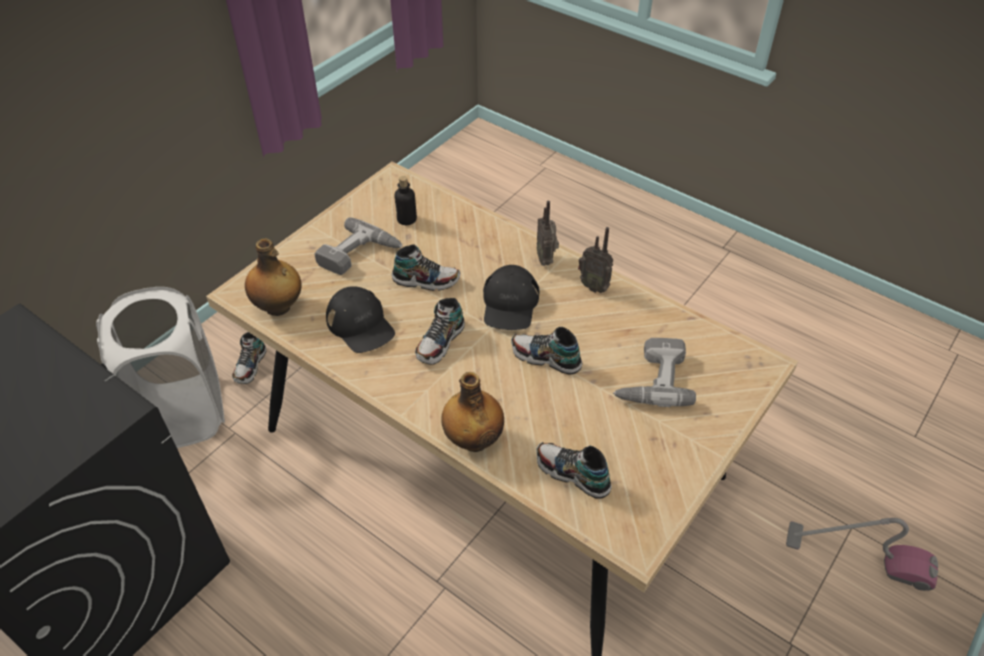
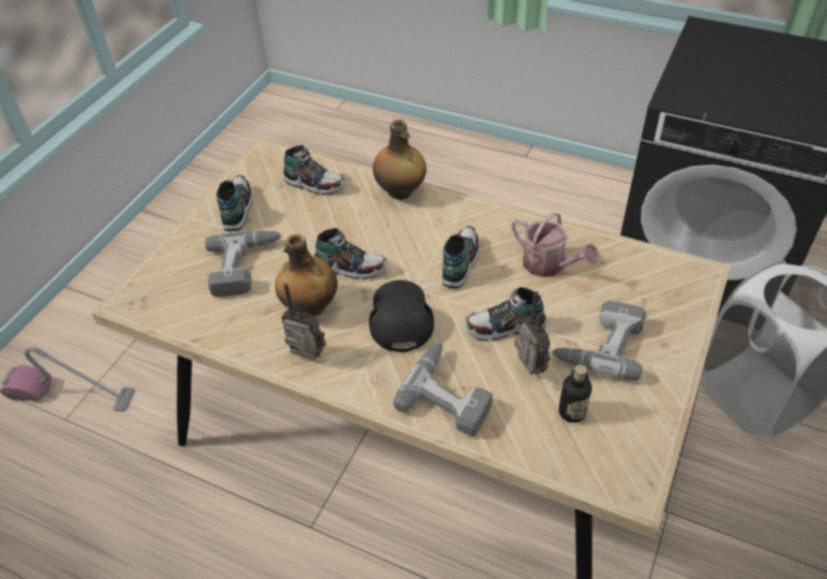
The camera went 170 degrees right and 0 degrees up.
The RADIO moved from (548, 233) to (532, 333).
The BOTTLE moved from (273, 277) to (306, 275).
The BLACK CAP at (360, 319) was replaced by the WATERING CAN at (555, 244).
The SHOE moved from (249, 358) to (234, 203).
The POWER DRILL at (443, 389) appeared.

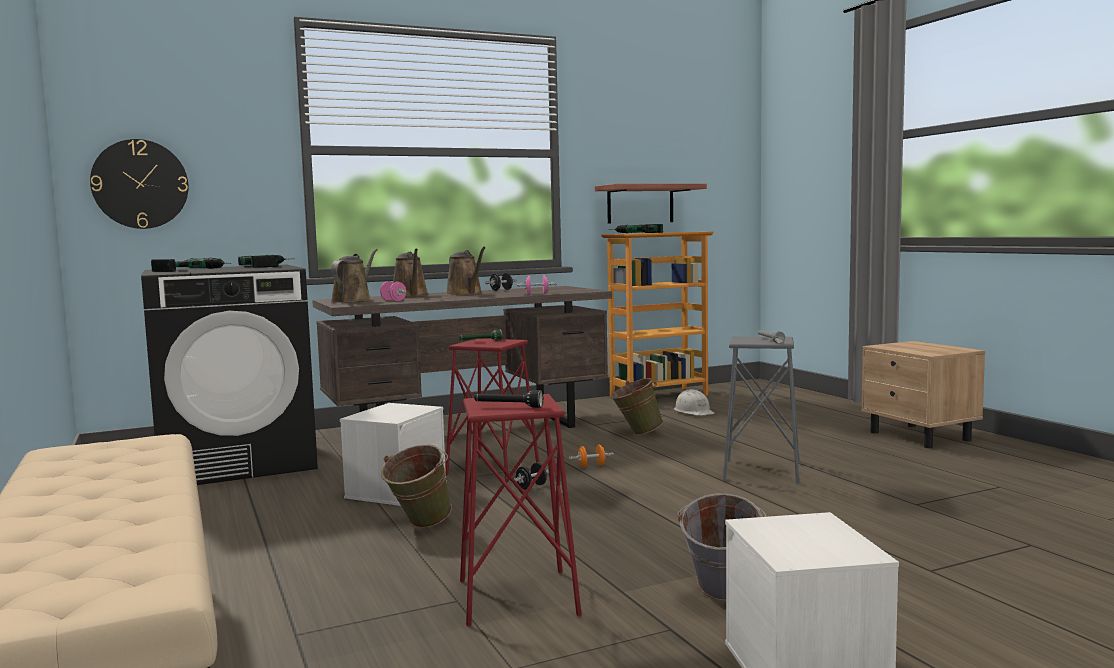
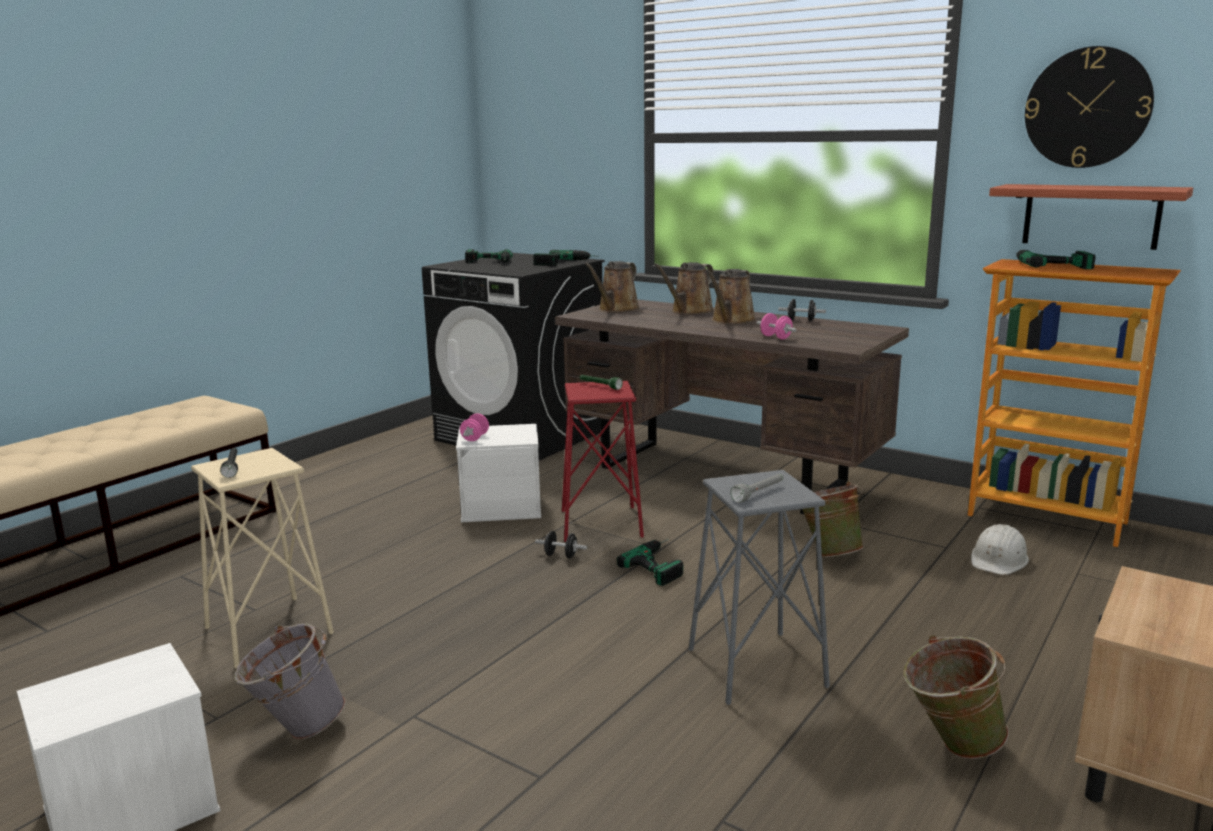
The camera went 60 degrees right and 10 degrees up.
The WALL CLOCK moved from (139, 184) to (1089, 107).
The BROWN WATERING CAN at (354, 276) turned 135 degrees clockwise.
The PINK DUMBBELL moved from (393, 291) to (474, 427).
The RED STOOL at (521, 510) became the BEIGE STOOL at (262, 558).
The GREEN BUCKET moved from (416, 486) to (956, 697).
The ORANGE DUMBBELL at (591, 456) was replaced by the POWER DRILL at (650, 562).

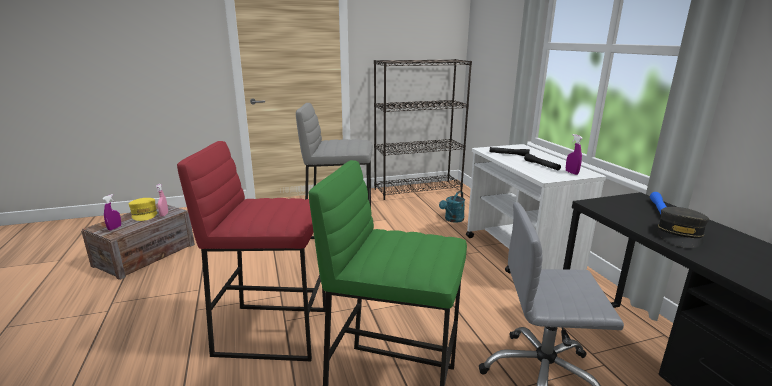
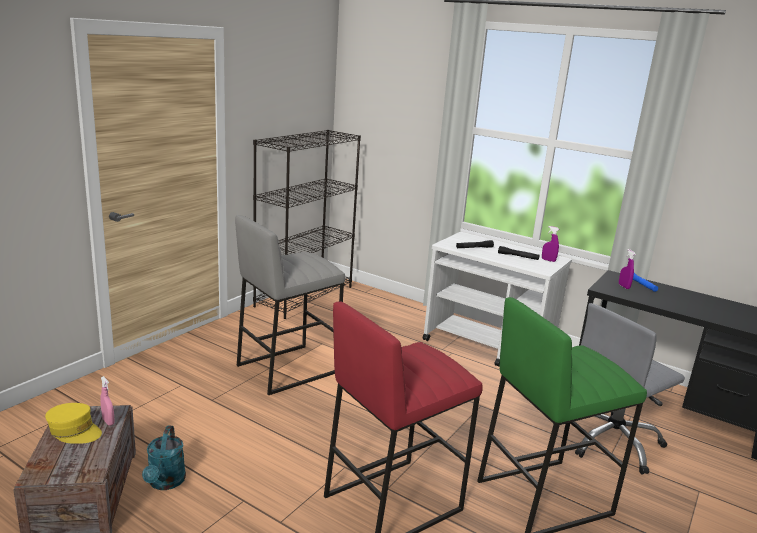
The camera went 40 degrees left and 0 degrees up.
The TURQUOISE WATERING CAN moved from (452, 207) to (164, 458).
The PURPLE SPRAY BOTTLE moved from (112, 212) to (627, 269).
The GREY CAP at (683, 227) disappeared.

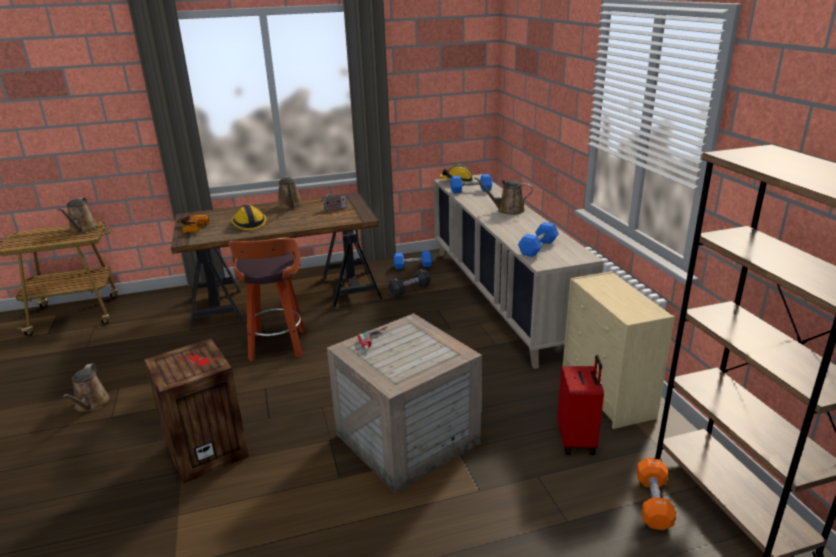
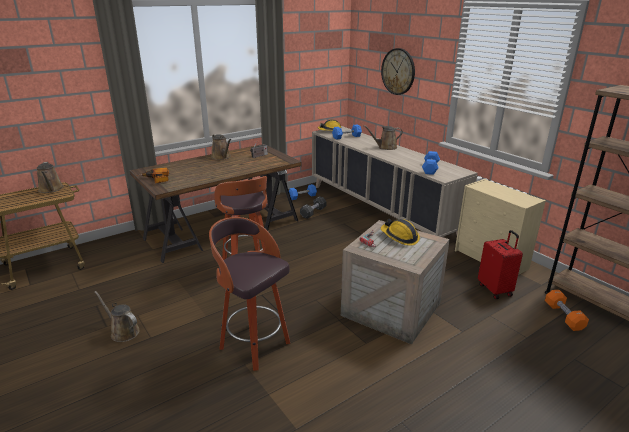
The camera went 20 degrees left and 0 degrees up.
The HARD HAT moved from (248, 217) to (400, 232).
The CRATE at (196, 411) was replaced by the STOOL at (249, 294).
The BROWN WATERING CAN at (86, 387) turned 150 degrees clockwise.
The WALL CLOCK at (398, 71) appeared.

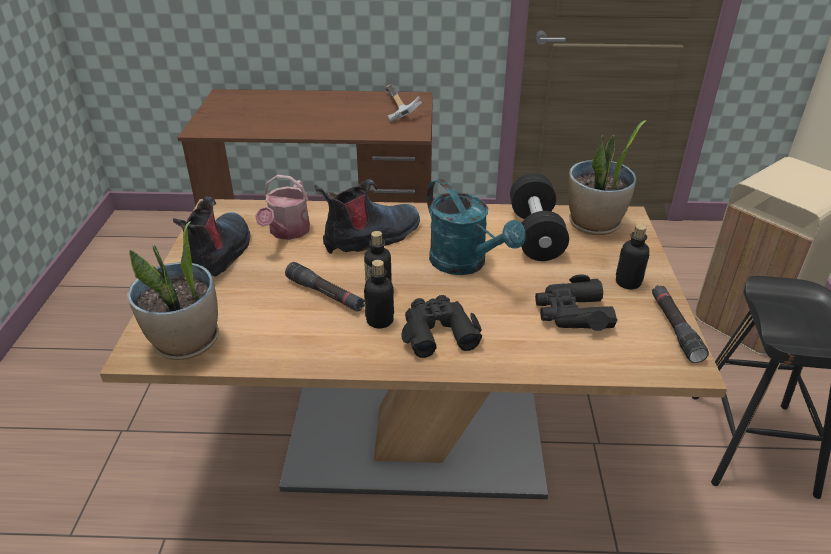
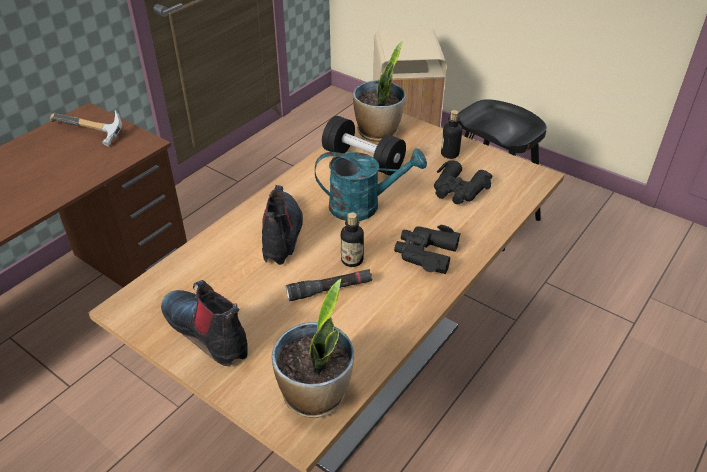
The camera went 55 degrees left and 5 degrees up.
The WATERING CAN at (282, 207) disappeared.
The BOTTLE at (379, 294) disappeared.
The BLACK FLASHLIGHT at (680, 324) disappeared.

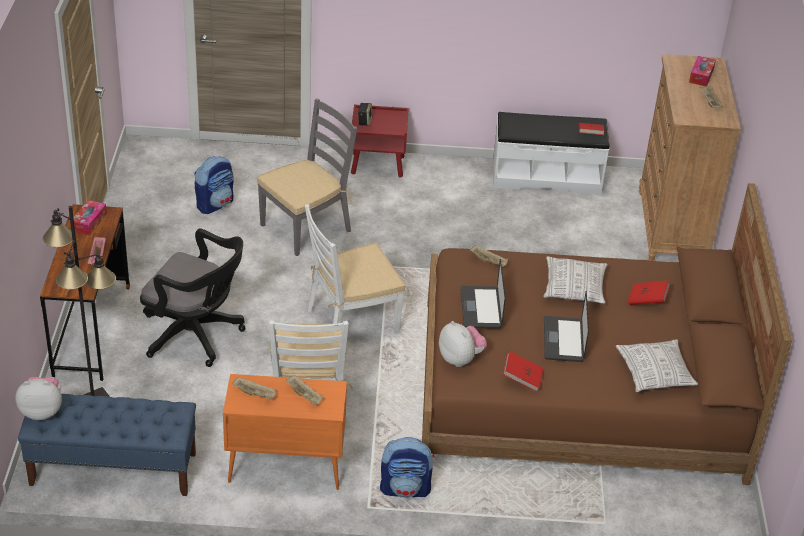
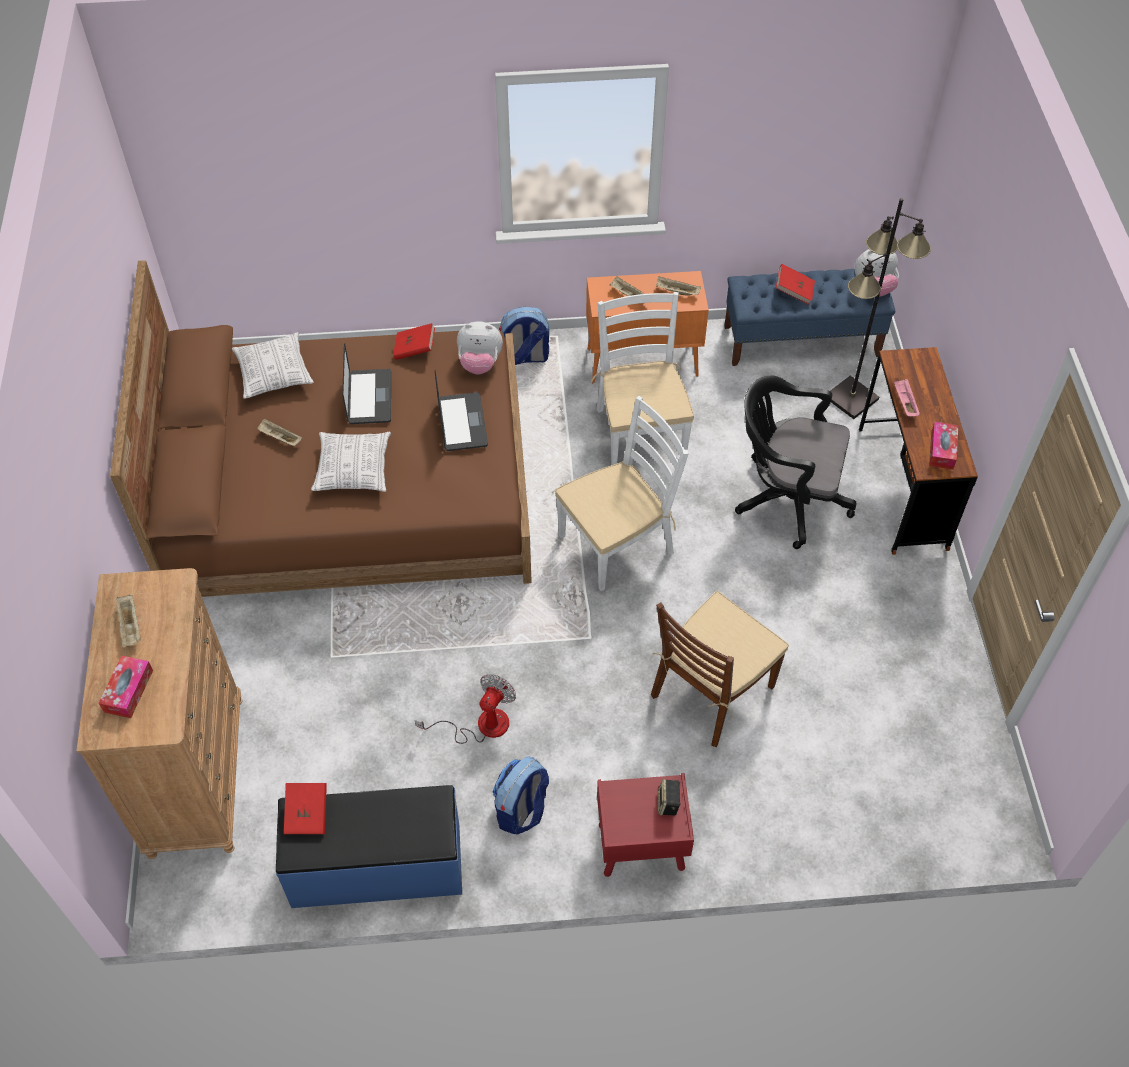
The camera went 175 degrees right and 15 degrees up.
The GREY CHAIR at (307, 177) became the BROWN CHAIR at (720, 669).
The WHITE BENCH at (551, 153) became the BLUE BENCH at (369, 846).
The BACKPACK moved from (214, 185) to (521, 795).
The BEIGE TRAY moved from (489, 256) to (279, 432).
The RED BOOK moved from (649, 292) to (795, 284).
The PLUSH TOY at (463, 344) turned 45 degrees counterclockwise.
The FAN at (465, 709) appeared.

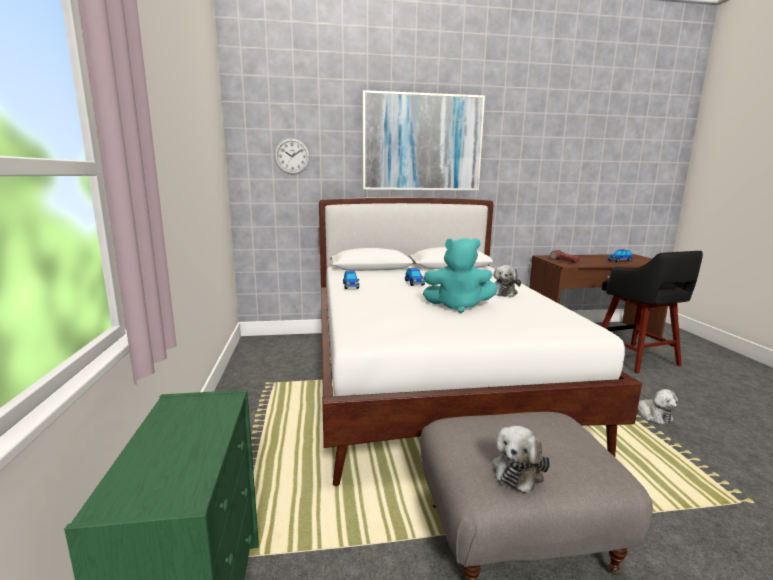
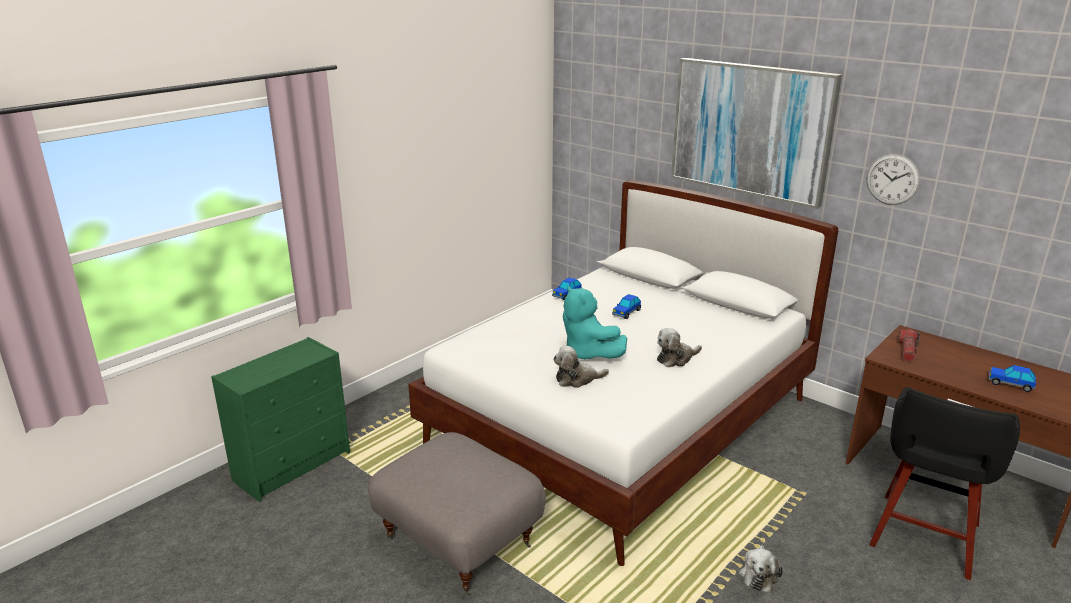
The camera went 50 degrees right and 10 degrees up.
The WALL CLOCK moved from (292, 156) to (893, 179).
The PLUSH TOY moved from (520, 459) to (581, 367).

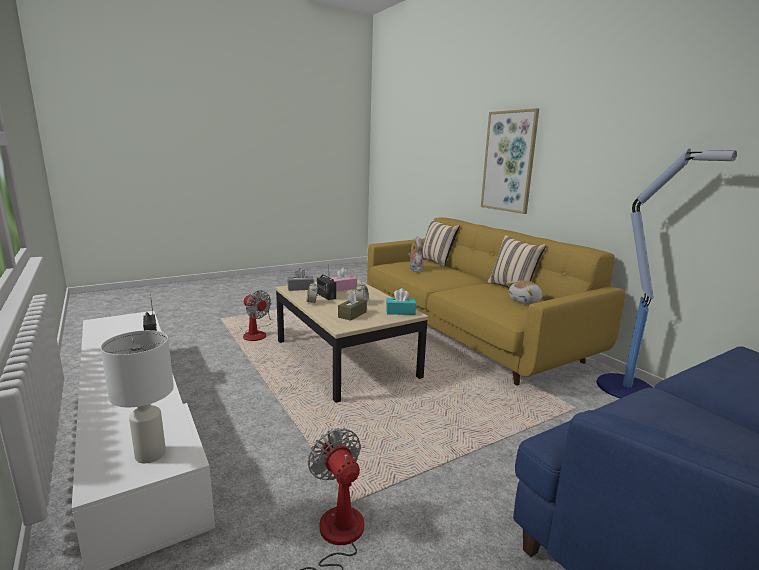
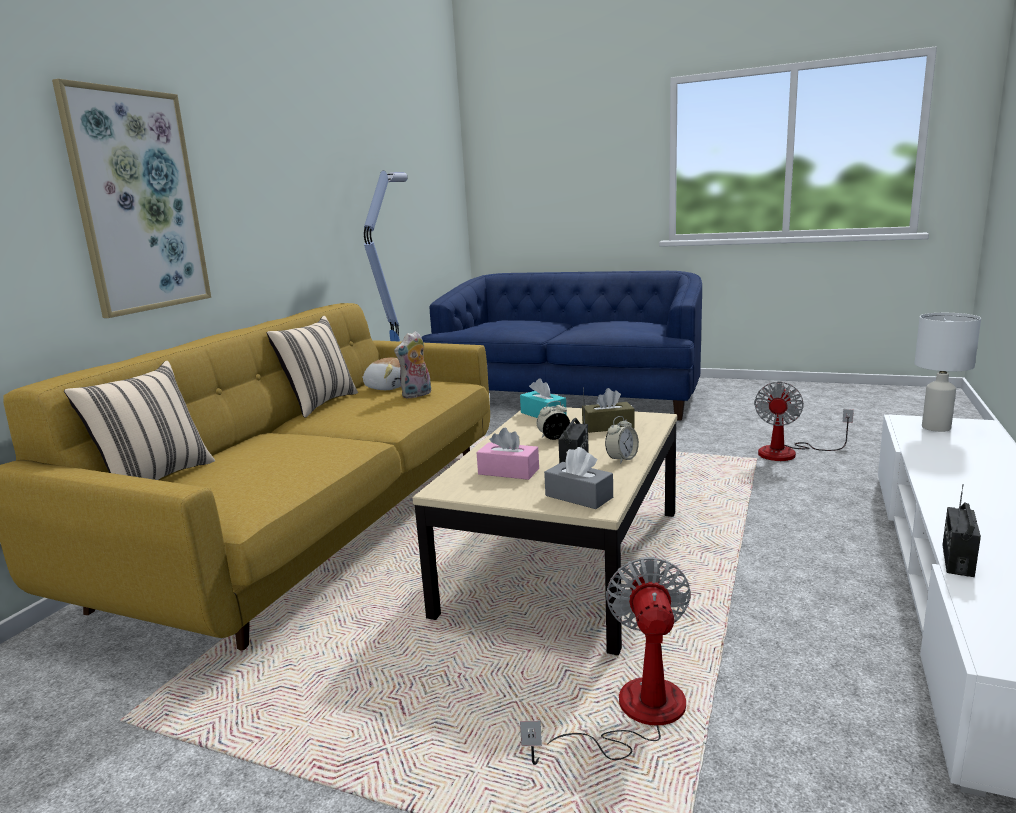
The camera went 125 degrees left and 0 degrees up.
The PLUSH TOY moved from (415, 254) to (412, 365).

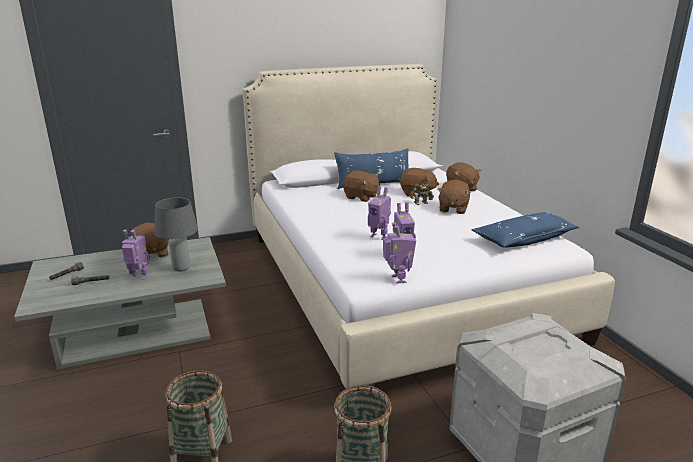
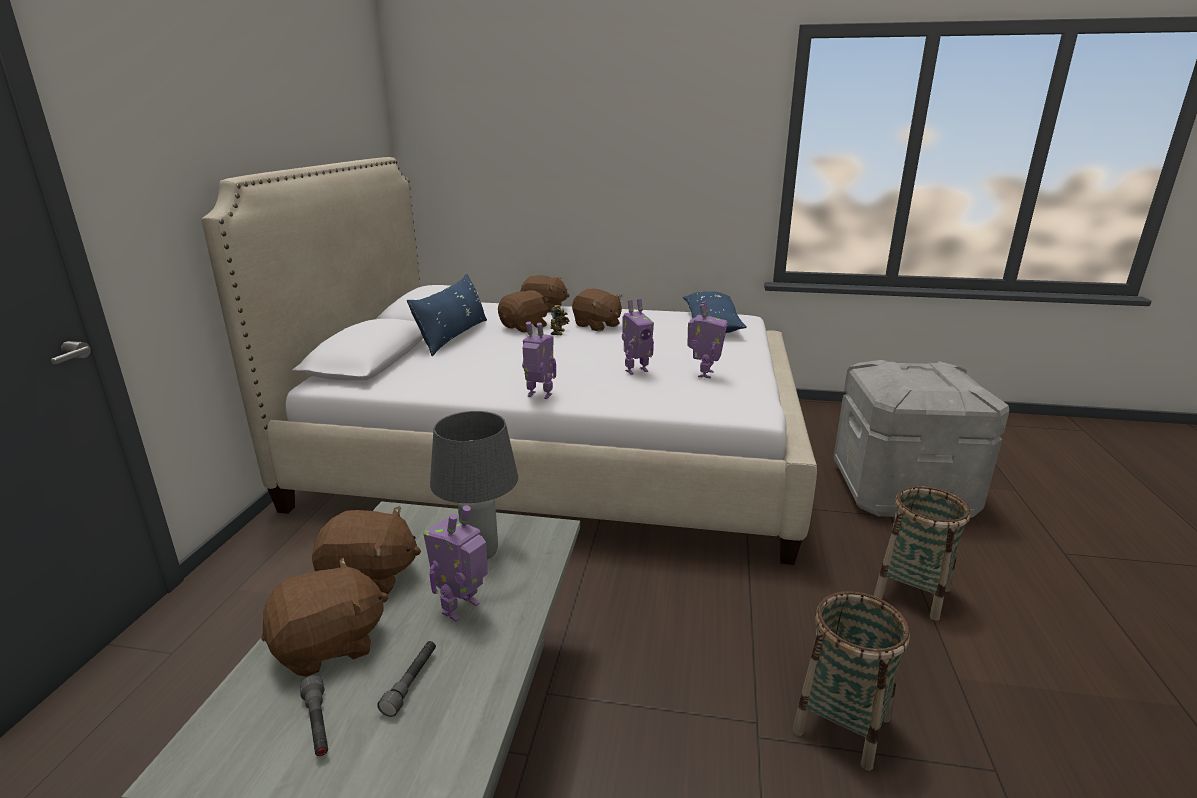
The camera went 60 degrees left and 0 degrees up.
The BROWN PLUSH TOY moved from (361, 186) to (325, 617).
The TOY ROBOT moved from (399, 253) to (539, 360).

